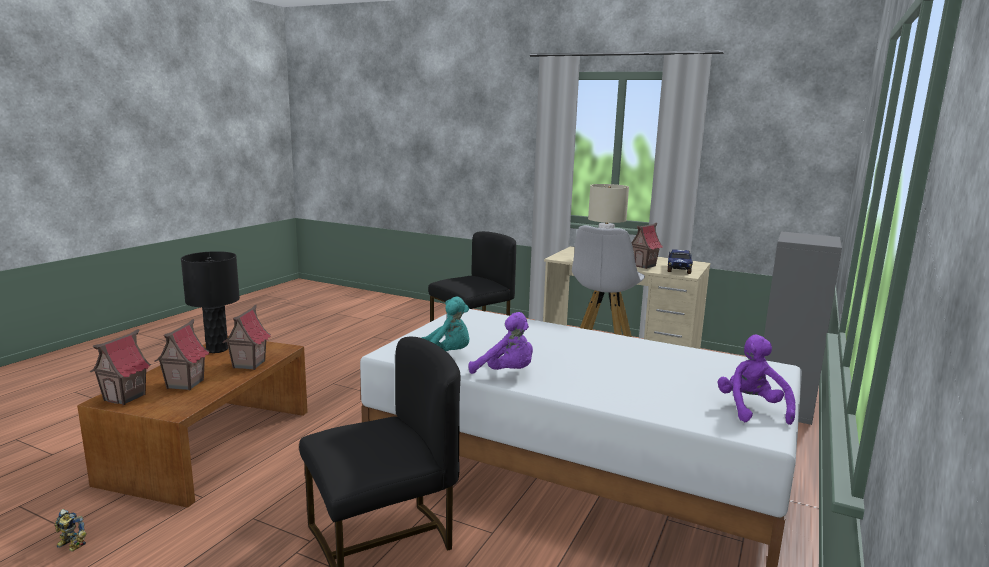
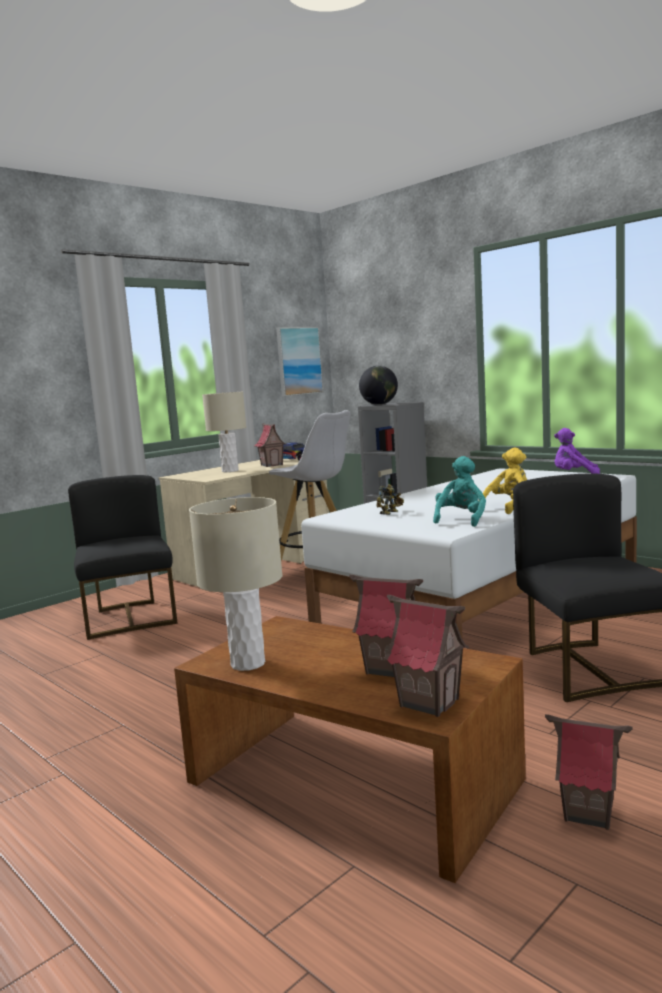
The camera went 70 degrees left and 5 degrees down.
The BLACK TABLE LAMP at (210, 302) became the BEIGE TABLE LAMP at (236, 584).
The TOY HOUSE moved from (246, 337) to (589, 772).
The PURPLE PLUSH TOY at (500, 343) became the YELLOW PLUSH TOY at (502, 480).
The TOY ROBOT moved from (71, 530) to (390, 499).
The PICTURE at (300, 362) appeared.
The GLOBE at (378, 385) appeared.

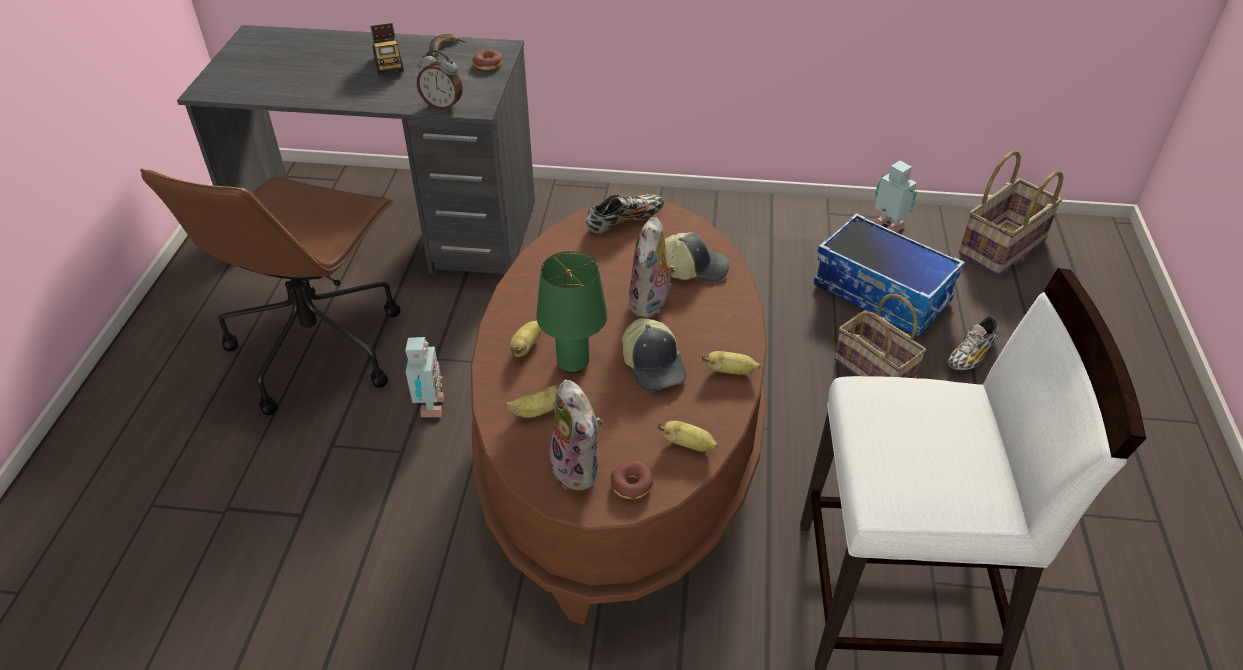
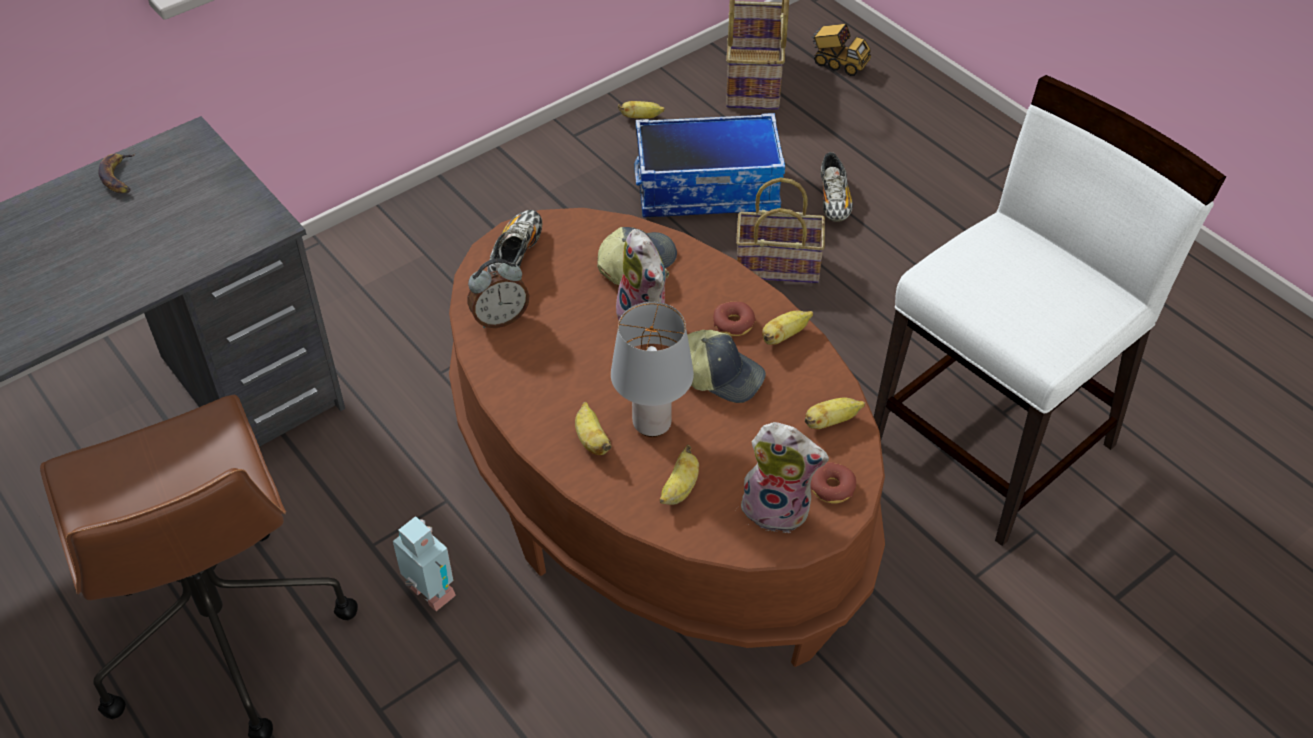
The camera went 45 degrees left and 5 degrees up.
The TOY TRUCK moved from (387, 49) to (841, 49).
The ALARM CLOCK moved from (440, 79) to (498, 293).
The DONUT moved from (487, 59) to (734, 319).
The TOY ROBOT at (896, 196) was replaced by the BANANA at (641, 109).
The GREEN TABLE LAMP at (572, 312) became the GREY TABLE LAMP at (652, 369).

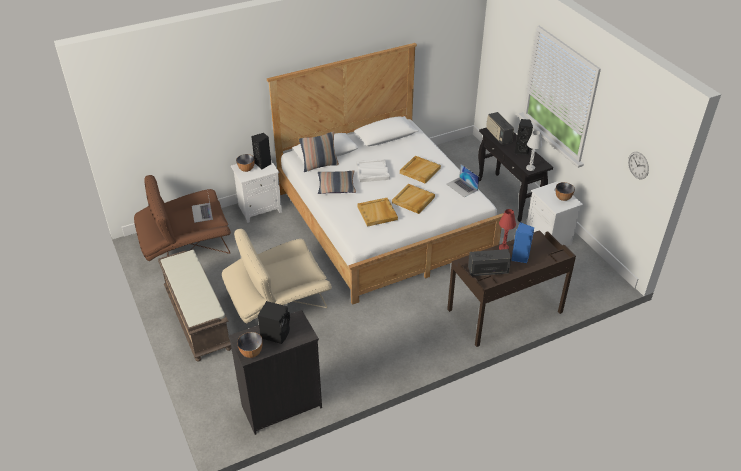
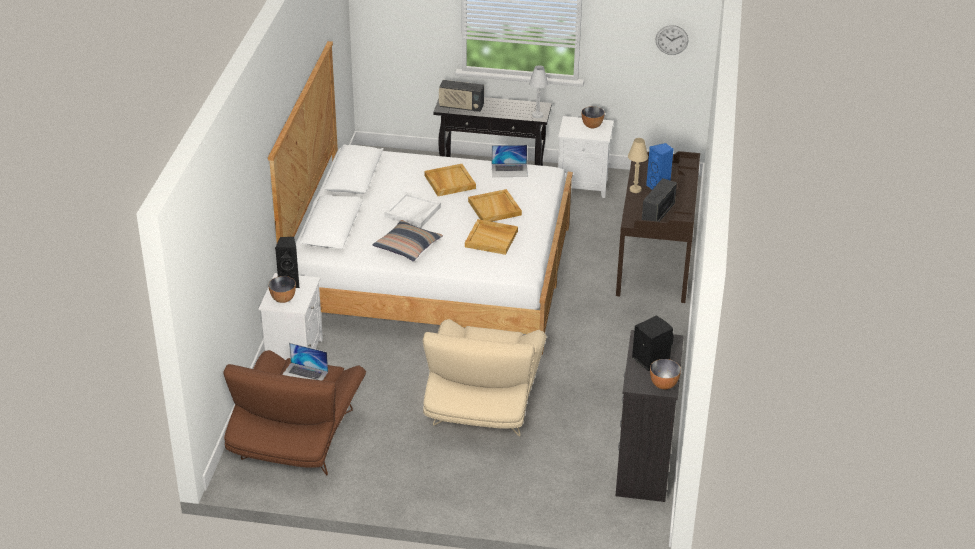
The camera went 55 degrees left and 5 degrees down.
The BLACK SPEAKER at (523, 137) disappeared.
The PILLOW at (319, 152) disappeared.
The RED TABLE LAMP at (507, 229) became the BEIGE TABLE LAMP at (638, 165).
The BROWN BENCH at (194, 305) disappeared.

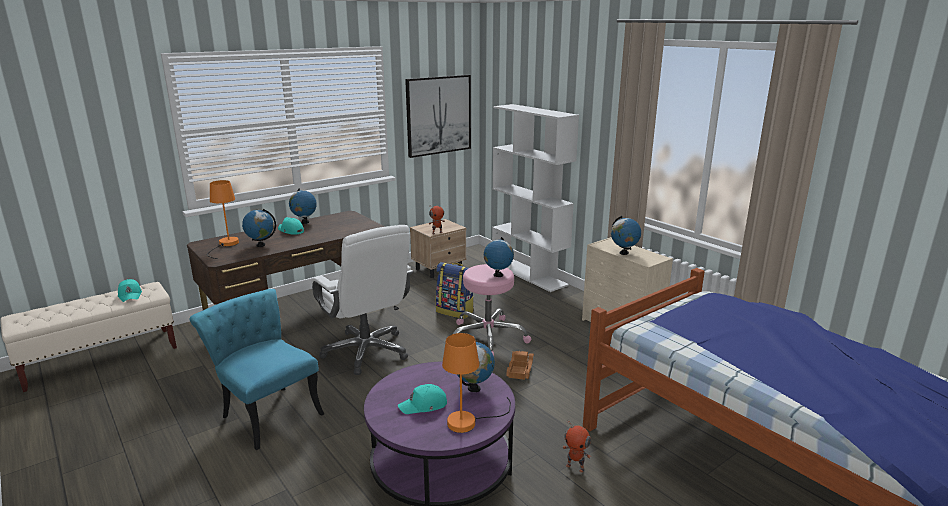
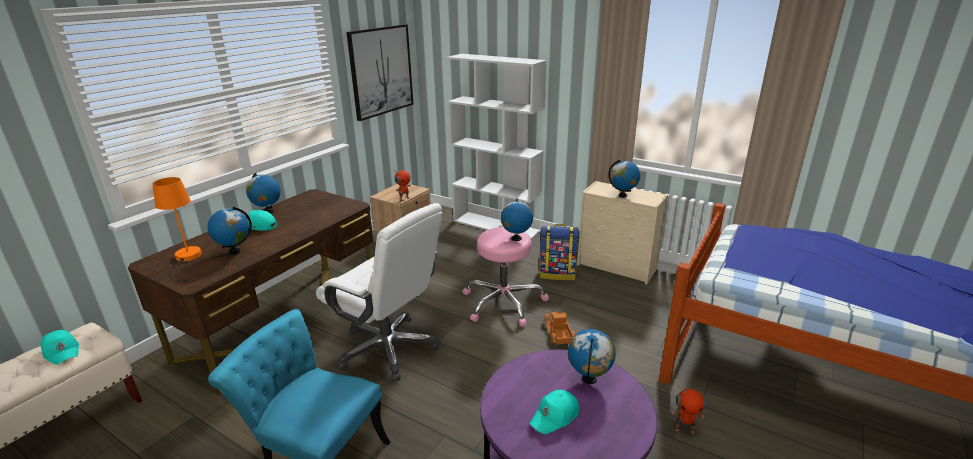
The camera went 20 degrees left and 5 degrees up.
The BACKPACK moved from (455, 290) to (559, 252).
The ORANGE TABLE LAMP at (476, 383) disappeared.

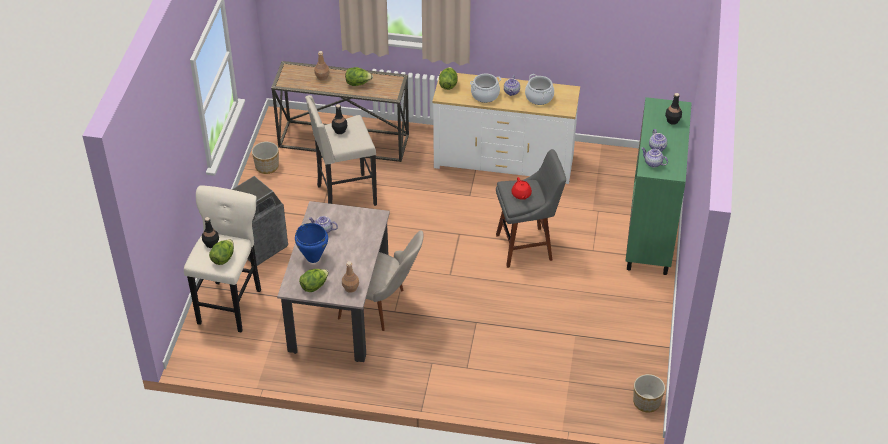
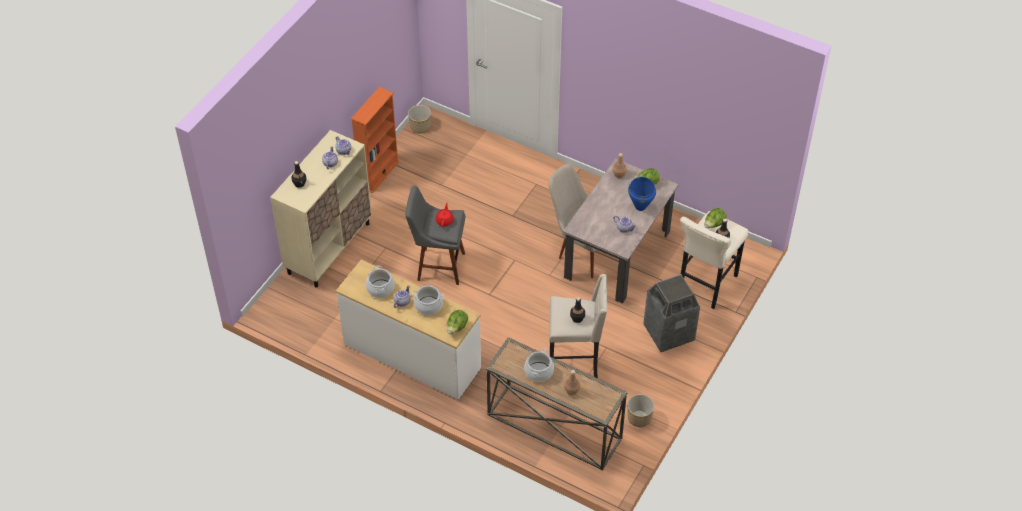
The camera went 160 degrees left and 5 degrees up.
The LETTUCE at (359, 76) was replaced by the COOKING POT at (539, 365).
The GREEN CABINET at (658, 186) became the BEIGE CABINET at (321, 209).
The ORANGE BOOKCASE at (375, 140) appeared.

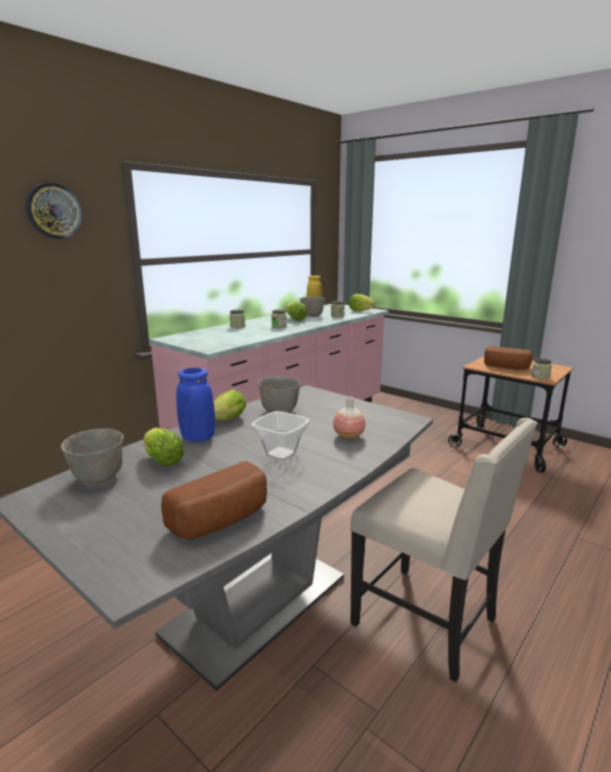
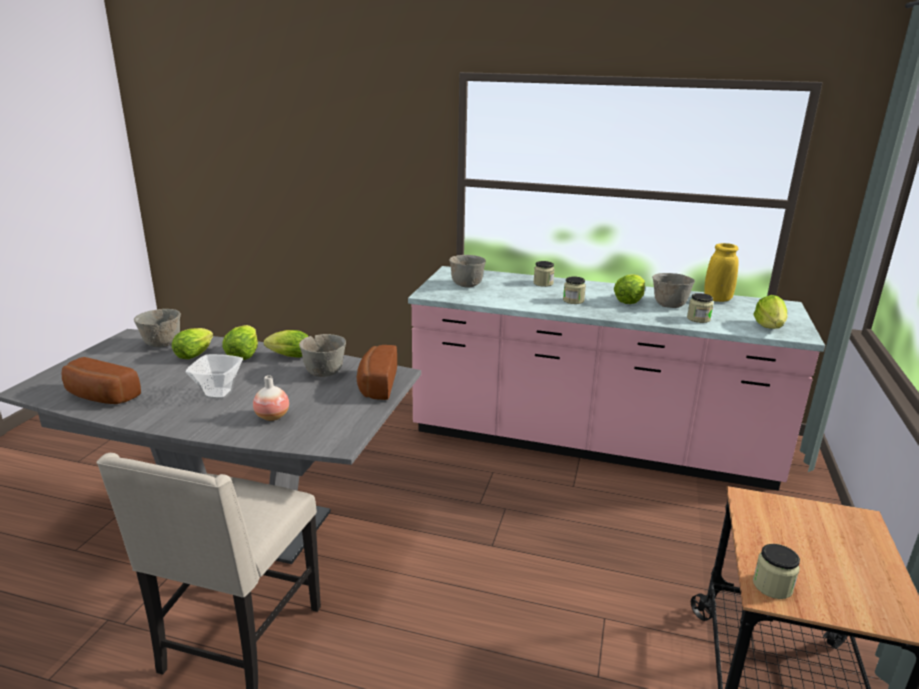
The camera went 65 degrees right and 5 degrees up.
The WALL CLOCK at (54, 210) disappeared.
The BREAD moved from (508, 358) to (377, 372).
The BLUE VASE at (195, 405) was replaced by the LETTUCE at (240, 342).
The GREY BOWL at (467, 271) appeared.

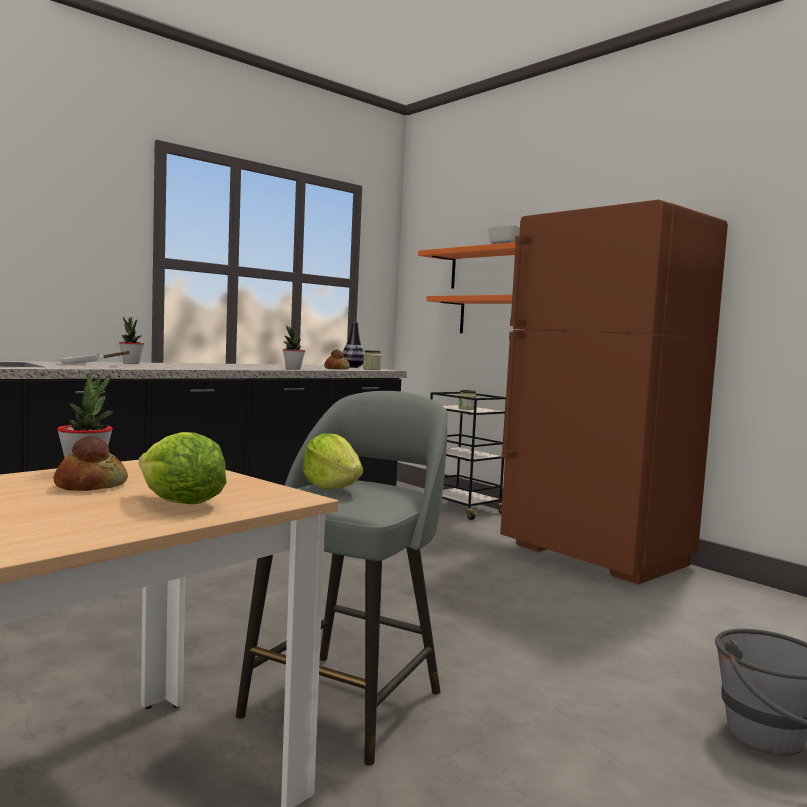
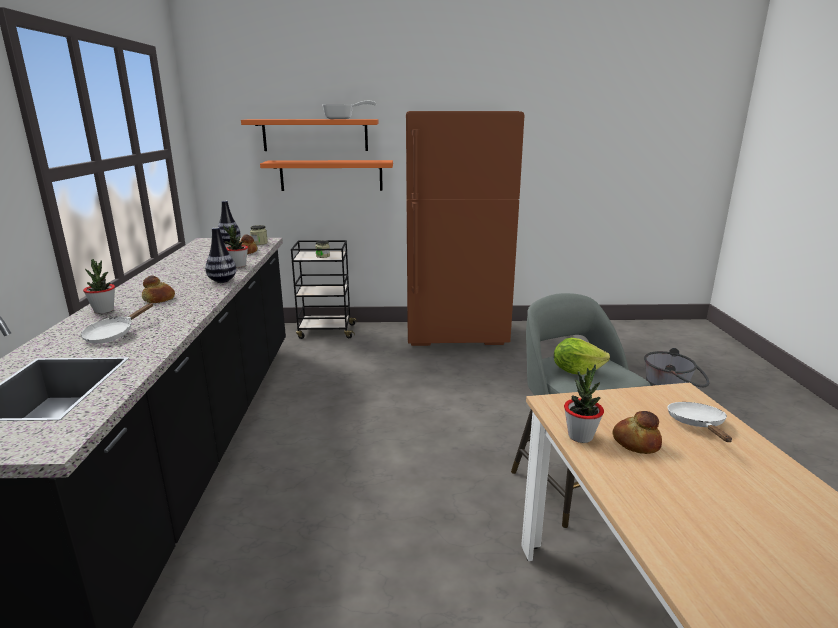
The camera went 50 degrees left and 15 degrees up.
The LETTUCE at (182, 468) was replaced by the WHITE FRYING PAN at (699, 422).
The VASE at (220, 255) appeared.
The BREAD at (158, 289) appeared.

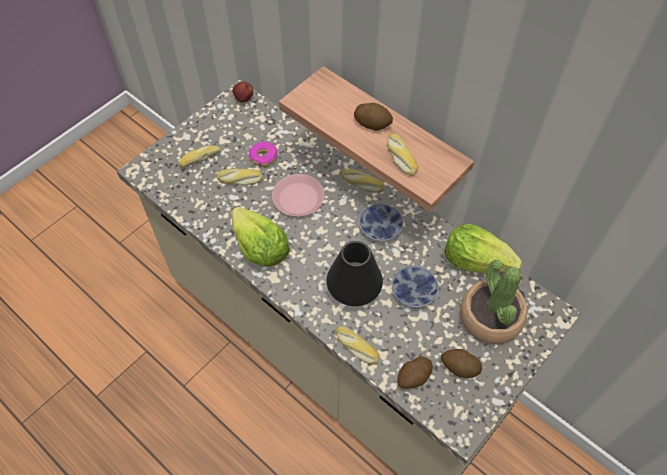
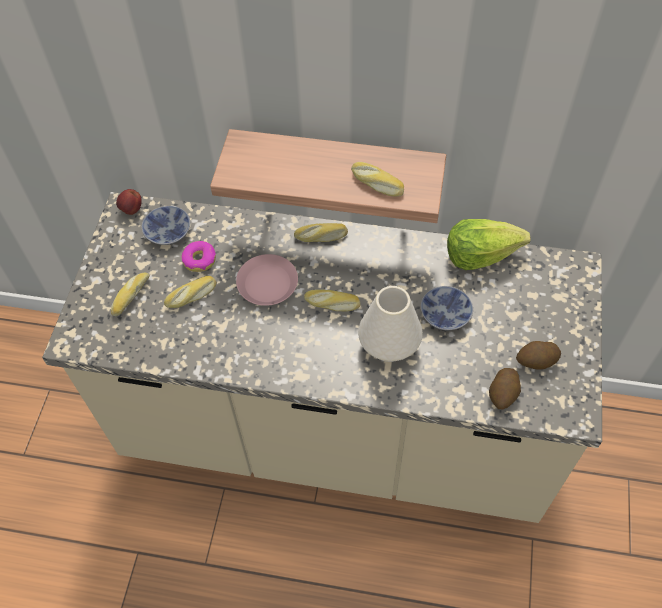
The camera went 30 degrees left and 0 degrees up.
The POTATO at (373, 117) disappeared.
The BOWL moved from (381, 222) to (166, 225).
The LETTUCE at (260, 237) disappeared.
The BLACK VASE at (355, 273) became the WHITE VASE at (390, 324).
The POTTED PLANT at (494, 302) disappeared.
The BREAD moved from (357, 345) to (332, 300).

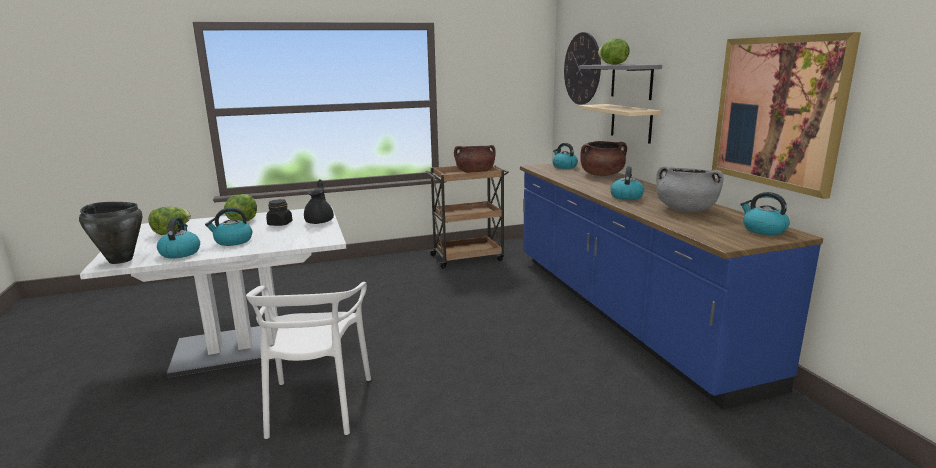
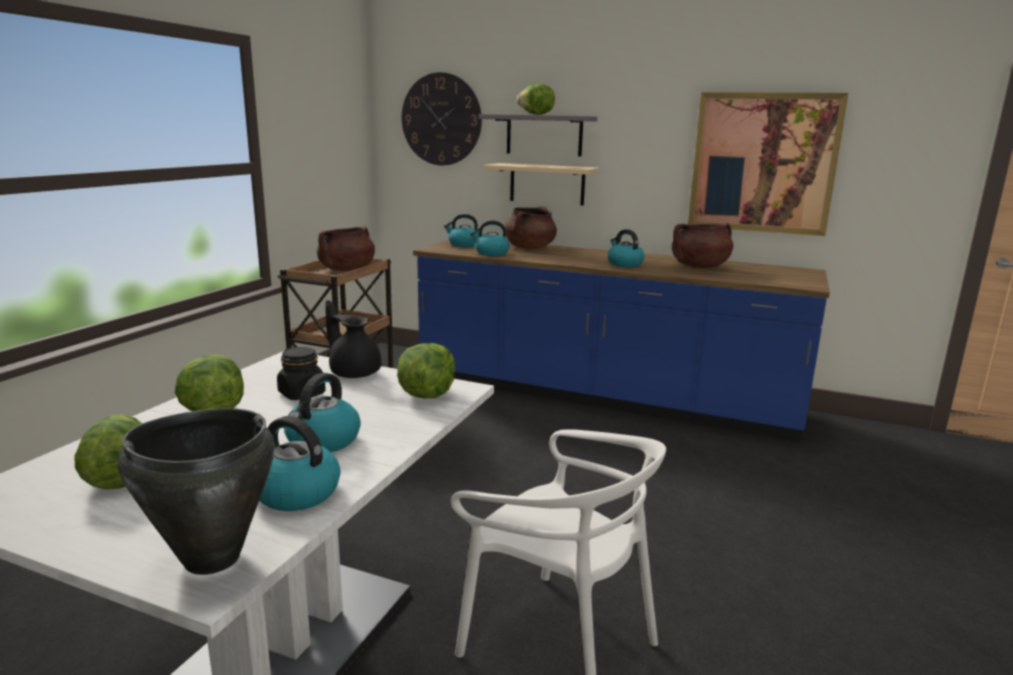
The camera went 50 degrees left and 0 degrees up.
The GREY COOKING POT at (689, 189) became the BROWN COOKING POT at (702, 245).
The KETTLE moved from (765, 213) to (490, 238).
The LETTUCE at (426, 370) appeared.

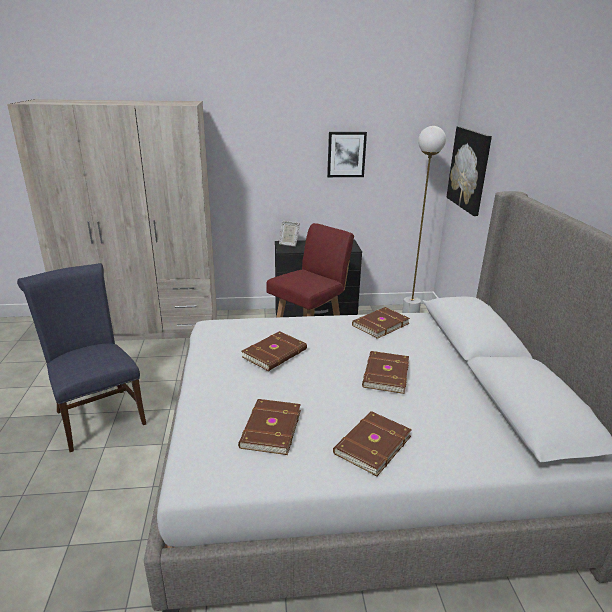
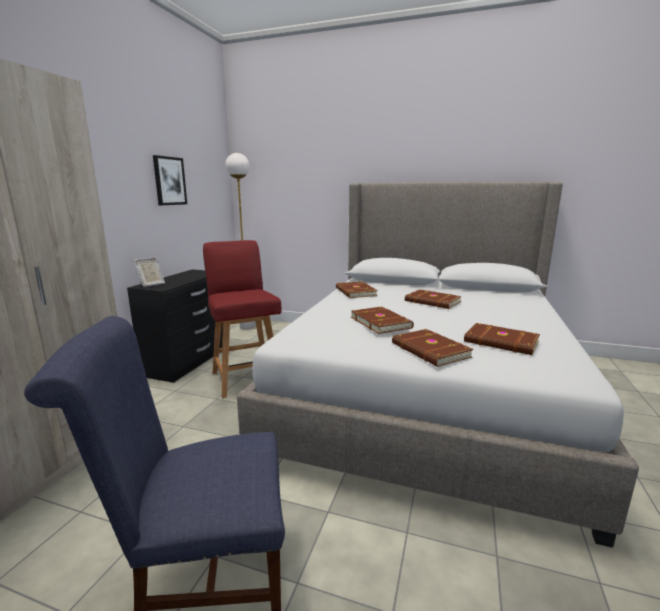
The camera went 65 degrees left and 10 degrees down.
The PICTURE at (469, 171) disappeared.
The BROWN BOOK moved from (372, 443) to (432, 348).

